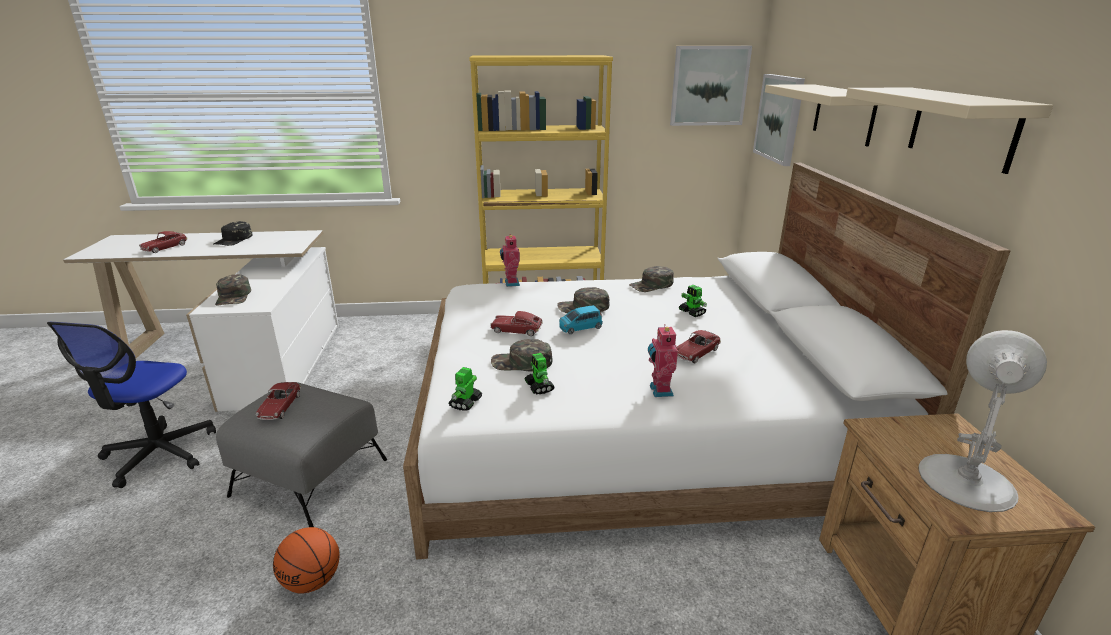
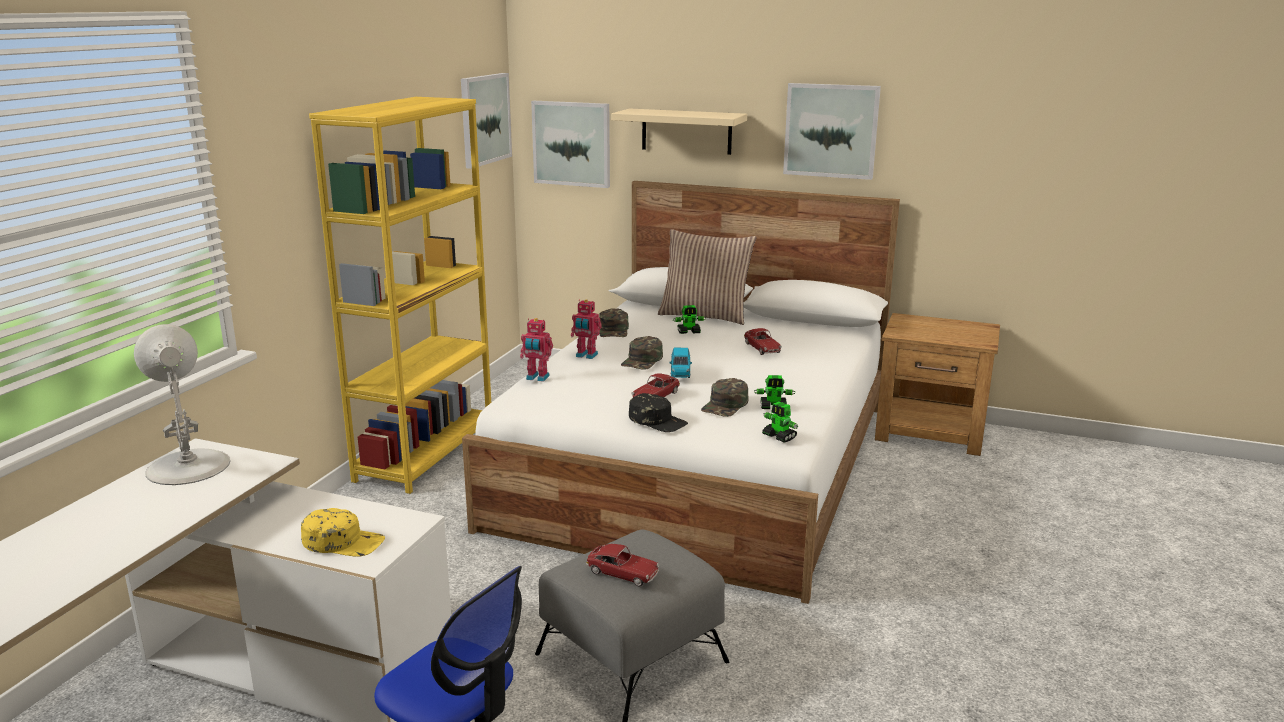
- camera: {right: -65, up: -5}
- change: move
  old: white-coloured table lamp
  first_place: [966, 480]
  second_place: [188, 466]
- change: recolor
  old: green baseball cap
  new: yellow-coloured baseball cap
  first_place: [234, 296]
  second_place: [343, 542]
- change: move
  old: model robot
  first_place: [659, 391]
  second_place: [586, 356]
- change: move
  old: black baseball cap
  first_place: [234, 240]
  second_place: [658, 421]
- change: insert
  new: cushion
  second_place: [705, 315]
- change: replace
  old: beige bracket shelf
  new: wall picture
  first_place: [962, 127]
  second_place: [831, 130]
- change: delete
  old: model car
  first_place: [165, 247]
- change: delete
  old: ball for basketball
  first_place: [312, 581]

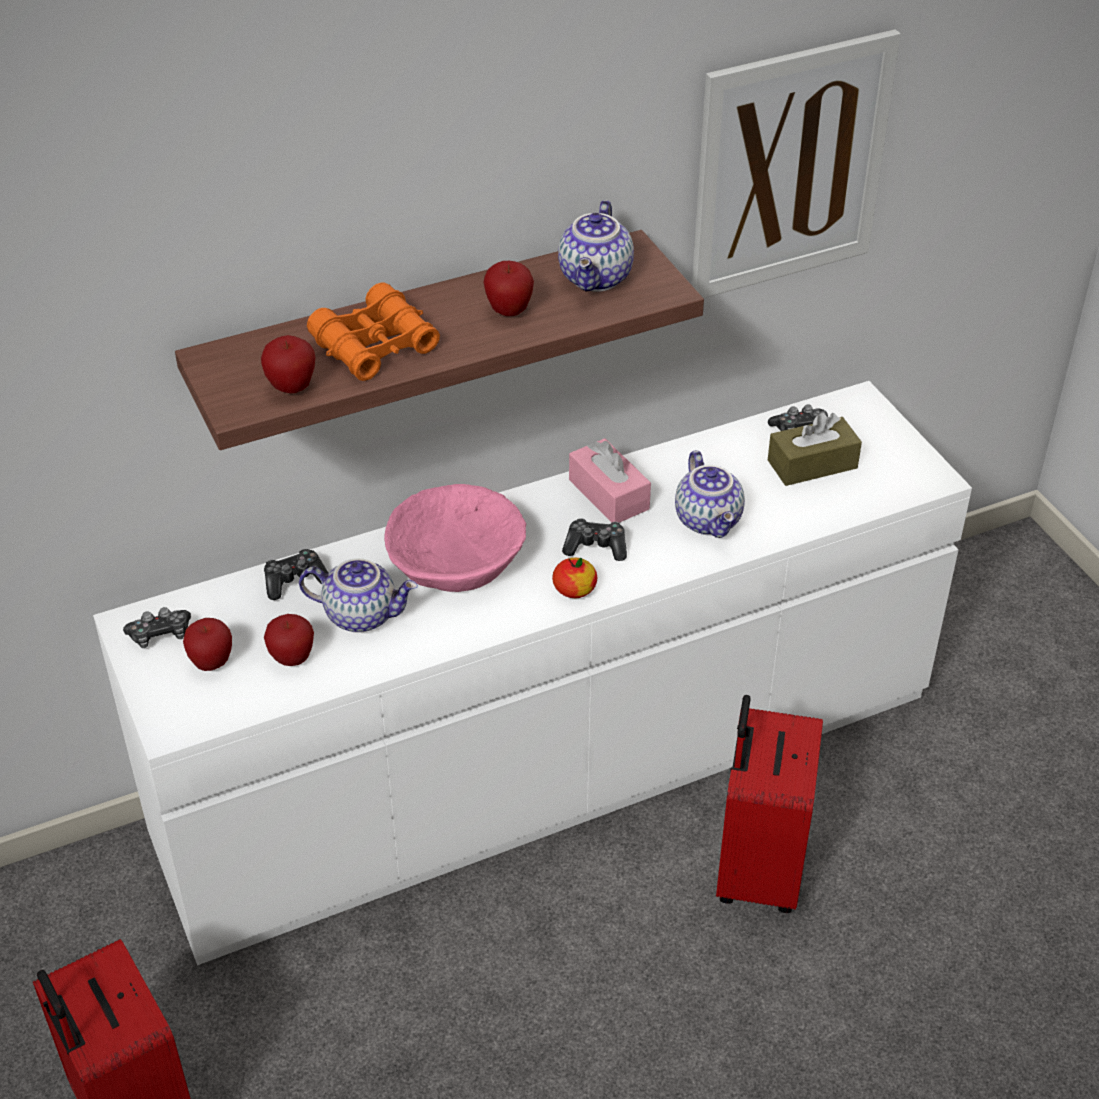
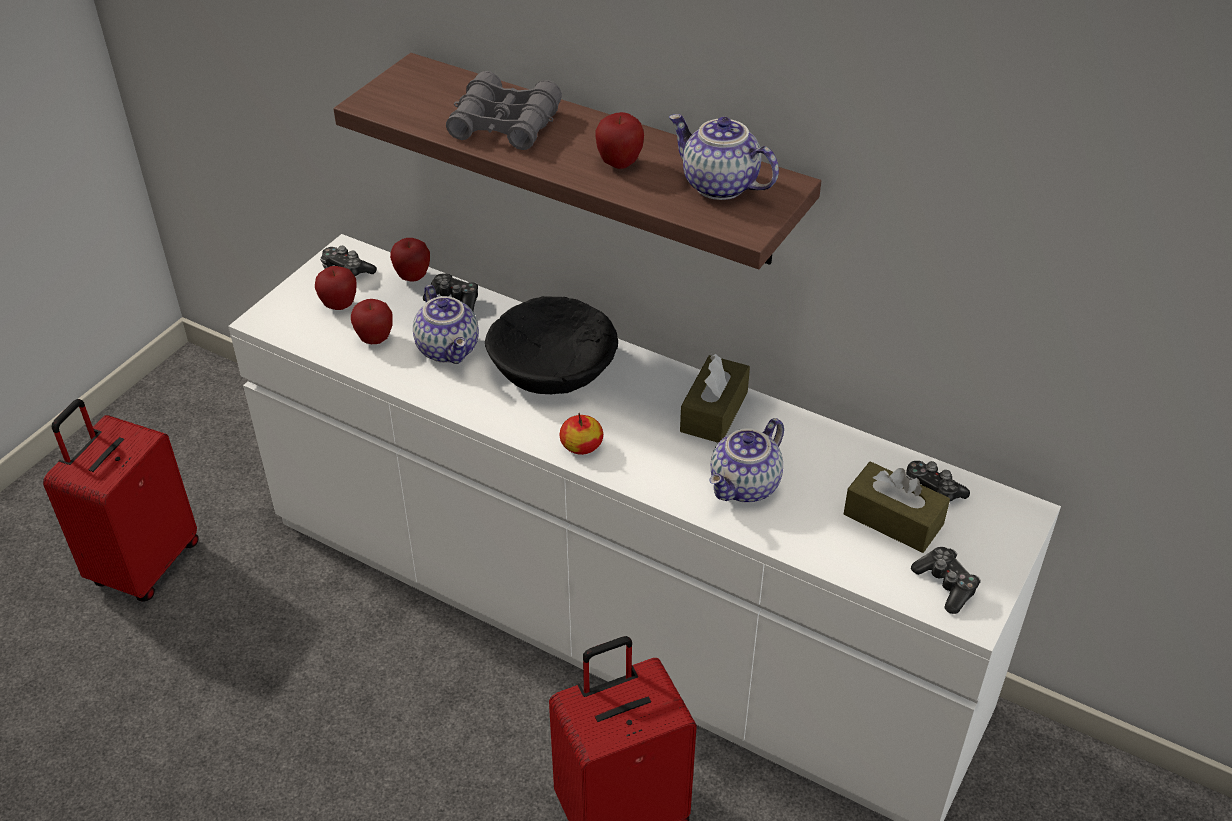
- camera: {right: 55, up: 0}
- change: move
  old: apple
  first_place: [292, 388]
  second_place: [412, 277]
- change: recolor
  old: orange binoculars
  new: grey binoculars
  first_place: [375, 345]
  second_place: [505, 124]
- change: recolor
  old: pinkish bowl
  new: black bowl
  first_place: [457, 560]
  second_place: [553, 367]
- change: rotate
  old: pot for tea
  first_place: [597, 278]
  second_place: [718, 186]
  degrees: 60
- change: recolor
  old: pinkish tissue holder
  new: brown-coloured tissue holder
  first_place: [608, 494]
  second_place: [714, 411]
- change: move
  old: joypad
  first_place: [596, 547]
  second_place: [946, 585]
- change: delete
  old: wall picture
  first_place: [789, 166]

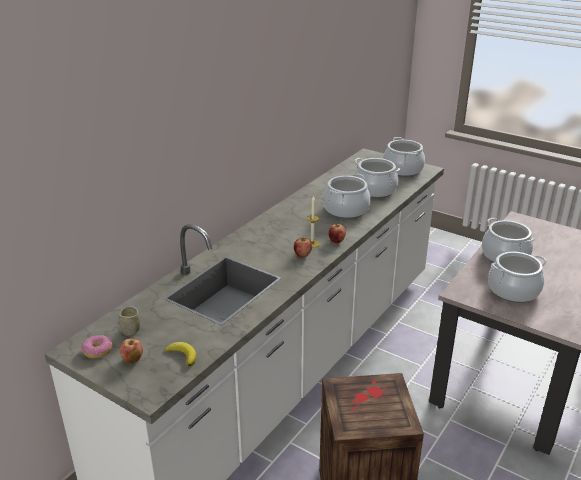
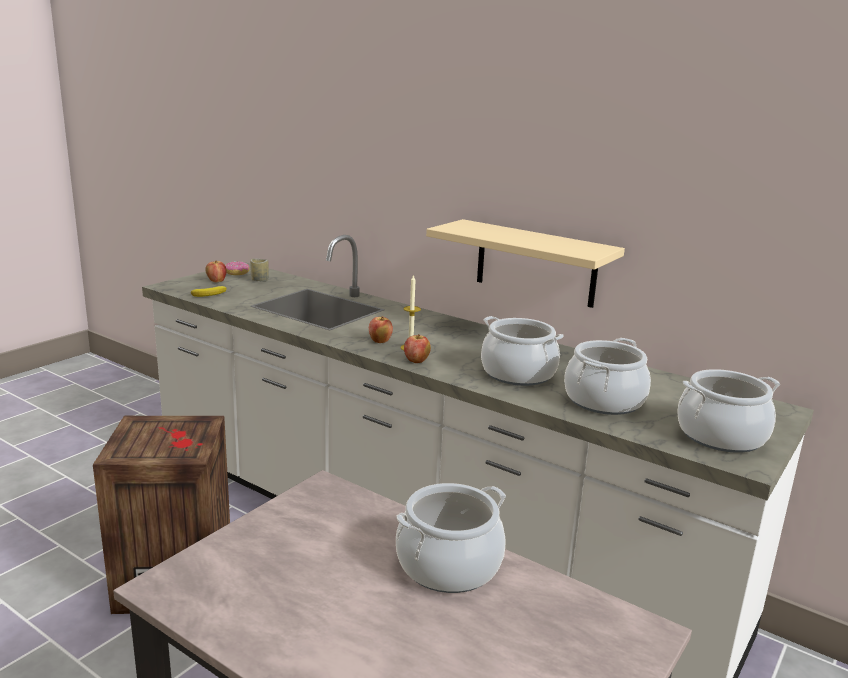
- camera: {right: 90, up: -10}
- change: insert
  new: beige bracket shelf
  second_place: [535, 263]
- change: delete
  old: saucepot
  first_place: [513, 290]

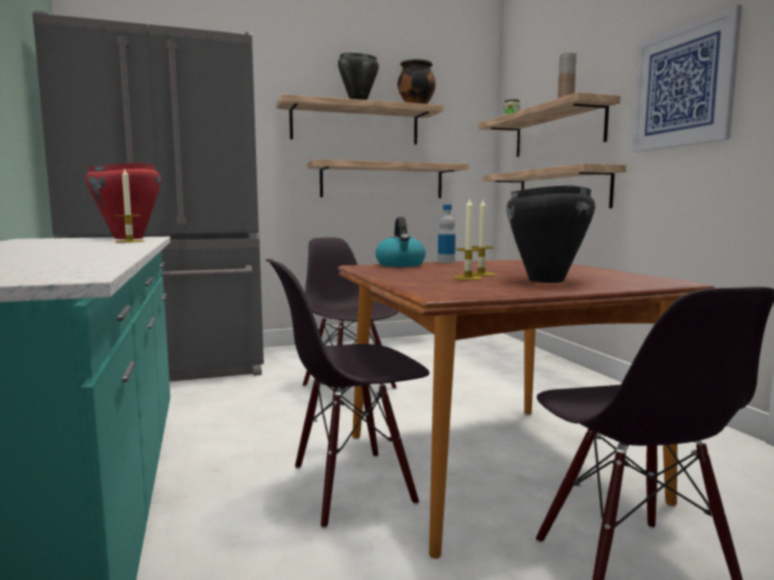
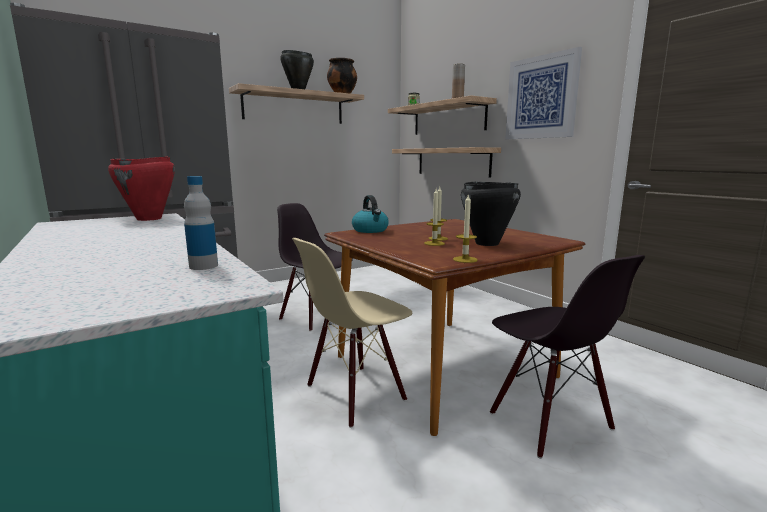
- camera: {right: -15, up: 5}
- change: move
  old: beverage bottle
  first_place: [446, 262]
  second_place: [203, 266]
- change: recolor
  old: black plain chair
  new: beige plain chair
  first_place: [351, 486]
  second_place: [355, 394]
- change: move
  old: candle
  first_place: [129, 241]
  second_place: [465, 259]
- change: delete
  old: bracket shelf
  first_place: [382, 181]

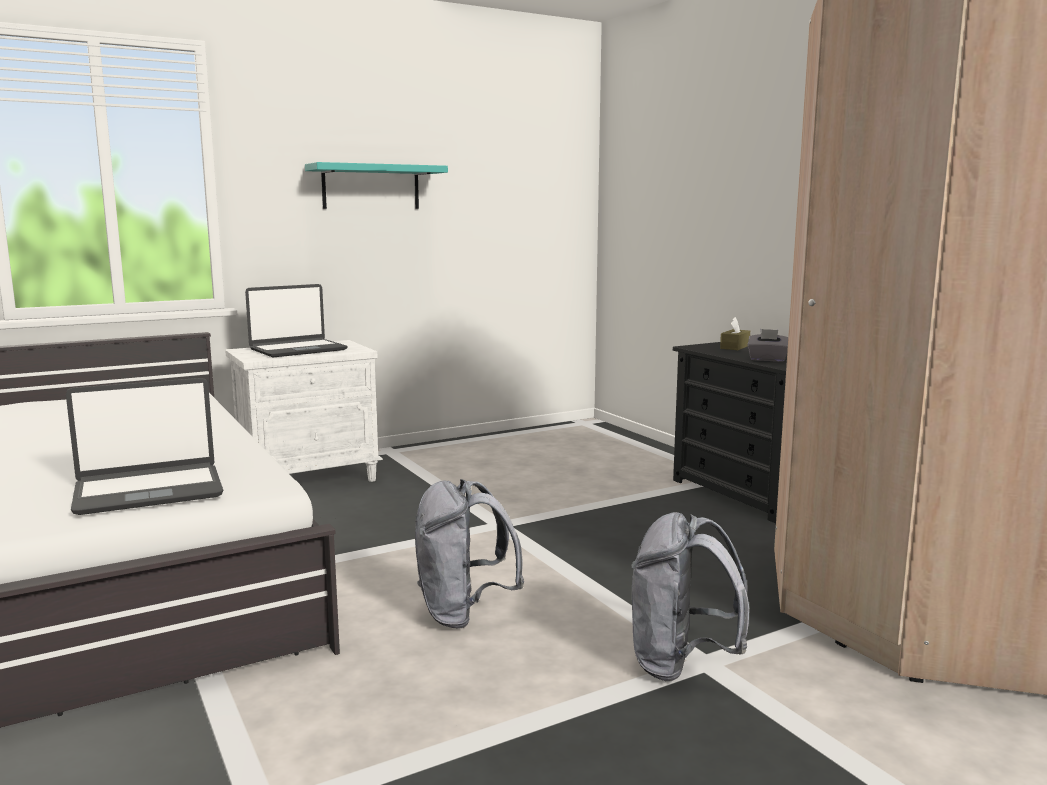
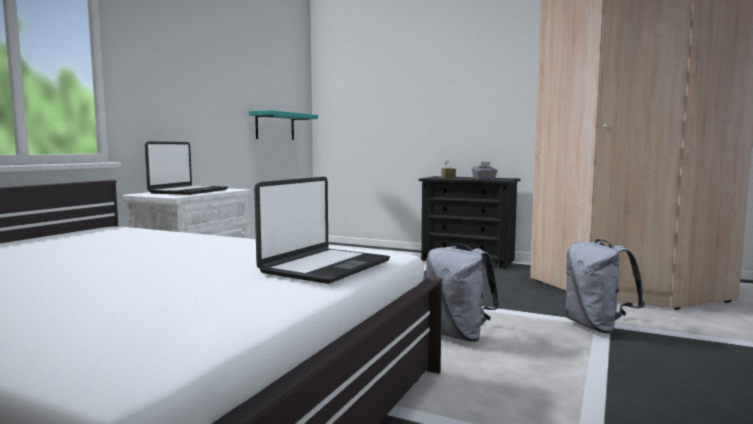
- camera: {right: -35, up: -5}
- change: move
  old: turquoise-coloured bracket shelf
  first_place: [371, 187]
  second_place: [275, 126]

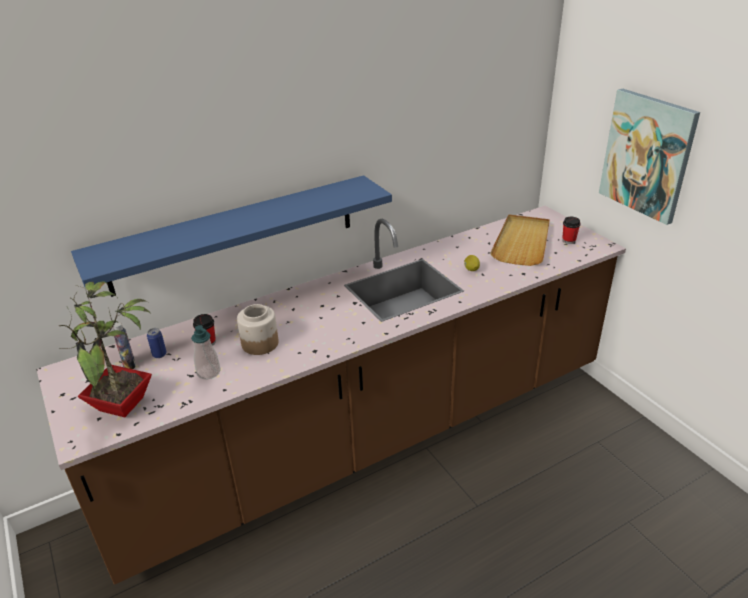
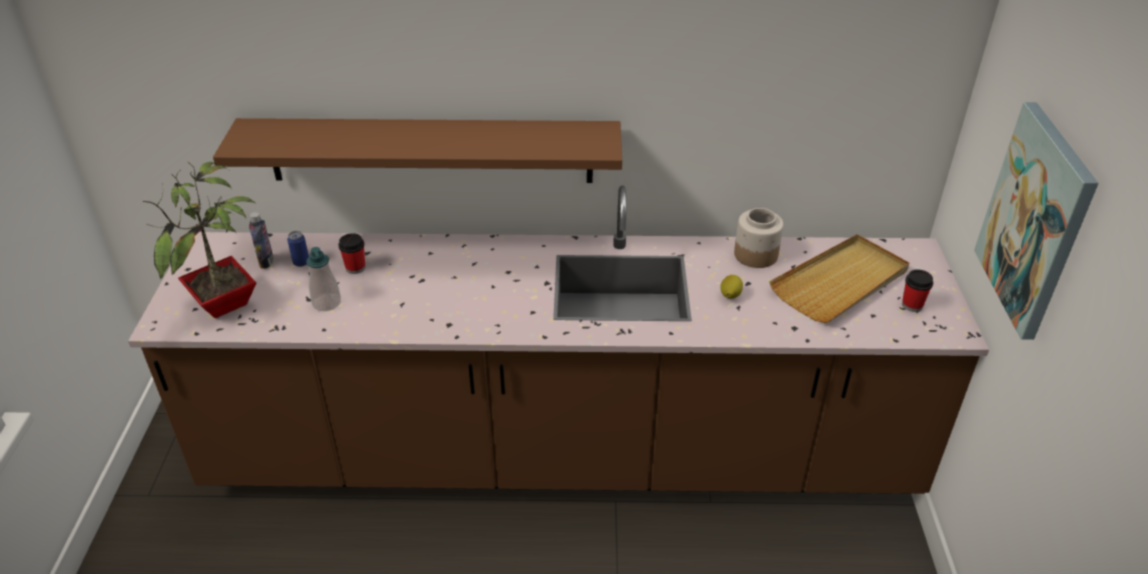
- camera: {right: 30, up: 5}
- change: recolor
  old: blue-coloured bracket shelf
  new: brown-coloured bracket shelf
  first_place: [235, 234]
  second_place: [431, 150]
- change: move
  old: jar
  first_place: [259, 344]
  second_place: [755, 255]

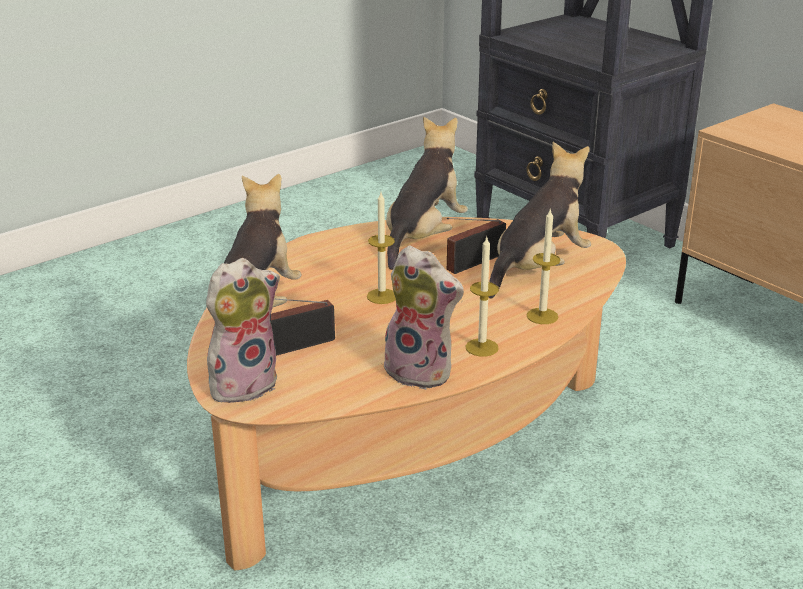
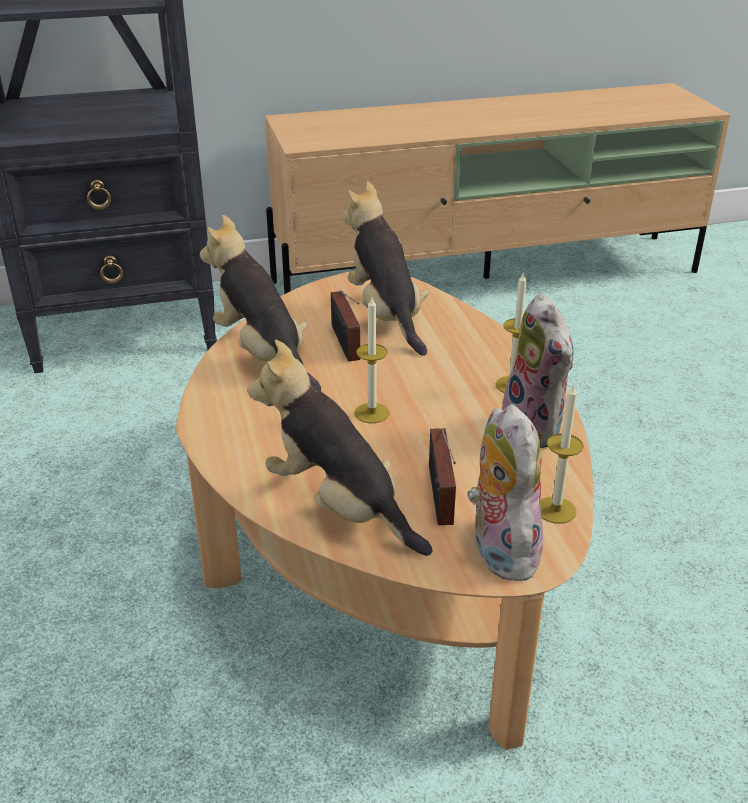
- camera: {right: -65, up: 5}
- change: rotate
  old: soft toy
  first_place: [422, 371]
  second_place: [536, 429]
  degrees: 105
- change: move
  old: candle
  first_place: [542, 316]
  second_place: [556, 510]

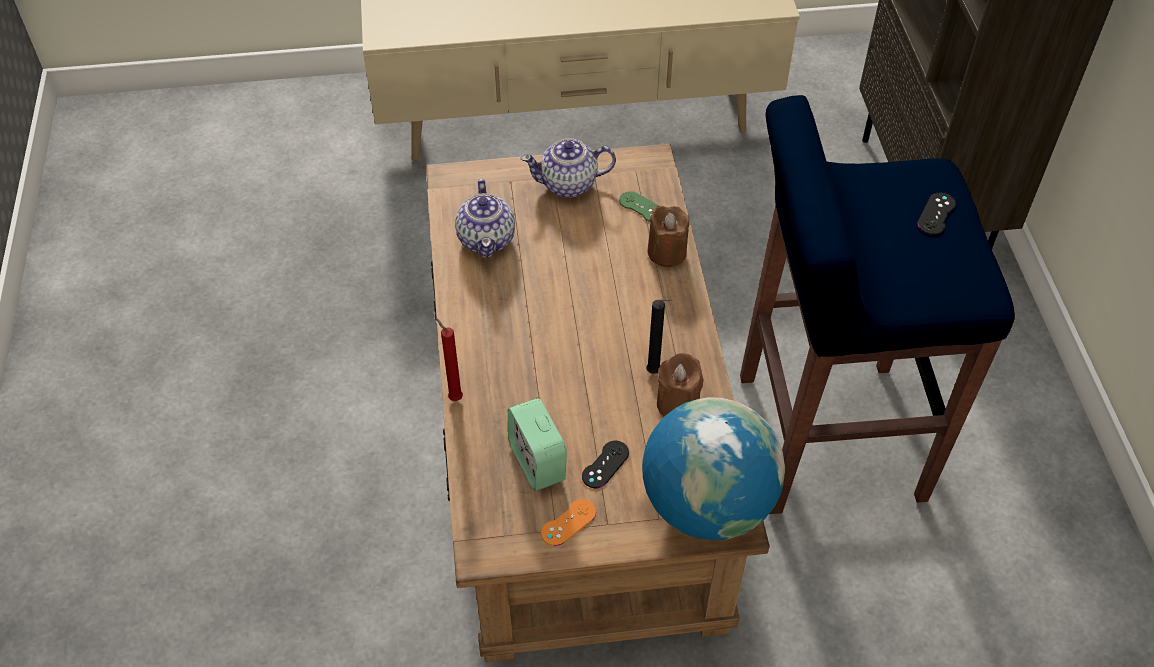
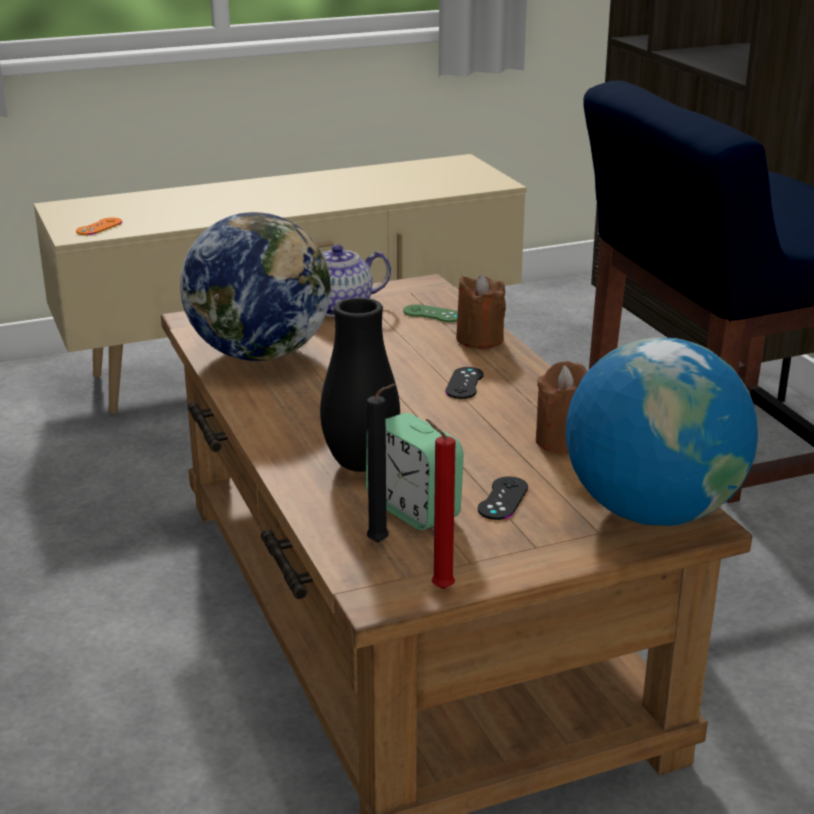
- camera: {right: -15, up: -25}
- change: move
  old: orange joypad
  first_place: [568, 522]
  second_place: [99, 227]
- change: replace
  old: pot for tea
  new: globe
  first_place: [487, 239]
  second_place: [260, 353]
- change: insert
  new: black flower vase
  second_place: [361, 464]
- change: move
  old: black candle
  first_place: [655, 372]
  second_place: [381, 542]
- change: move
  old: reddish candle
  first_place: [454, 397]
  second_place: [439, 588]
- change: move
  old: black joypad
  first_place: [936, 214]
  second_place: [464, 383]

